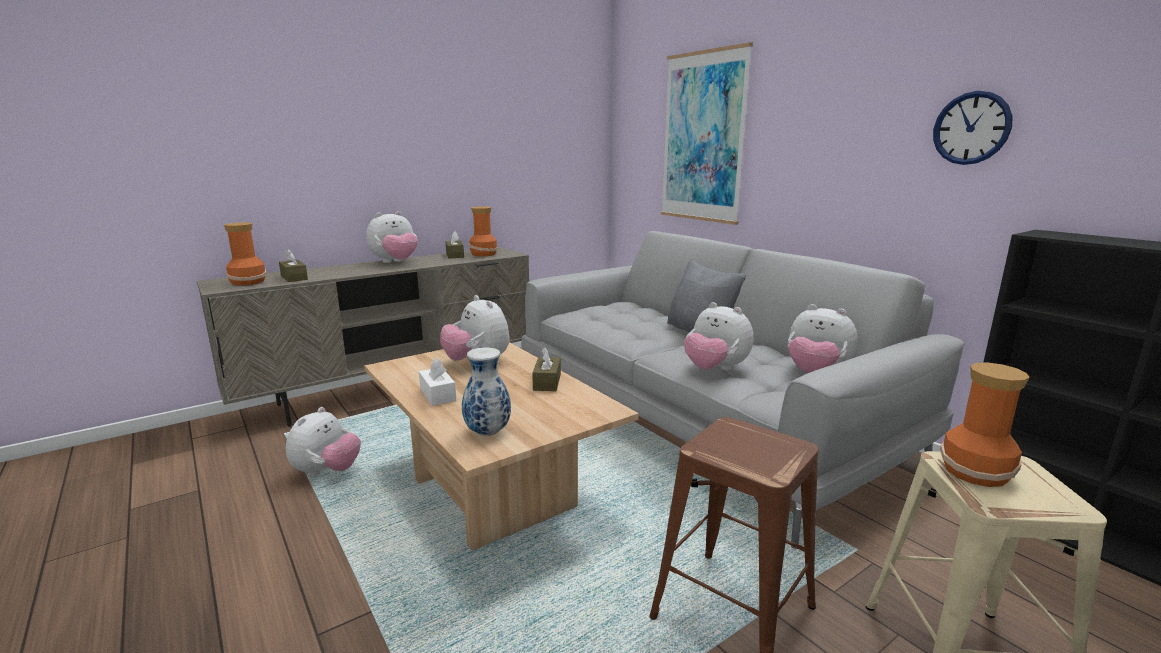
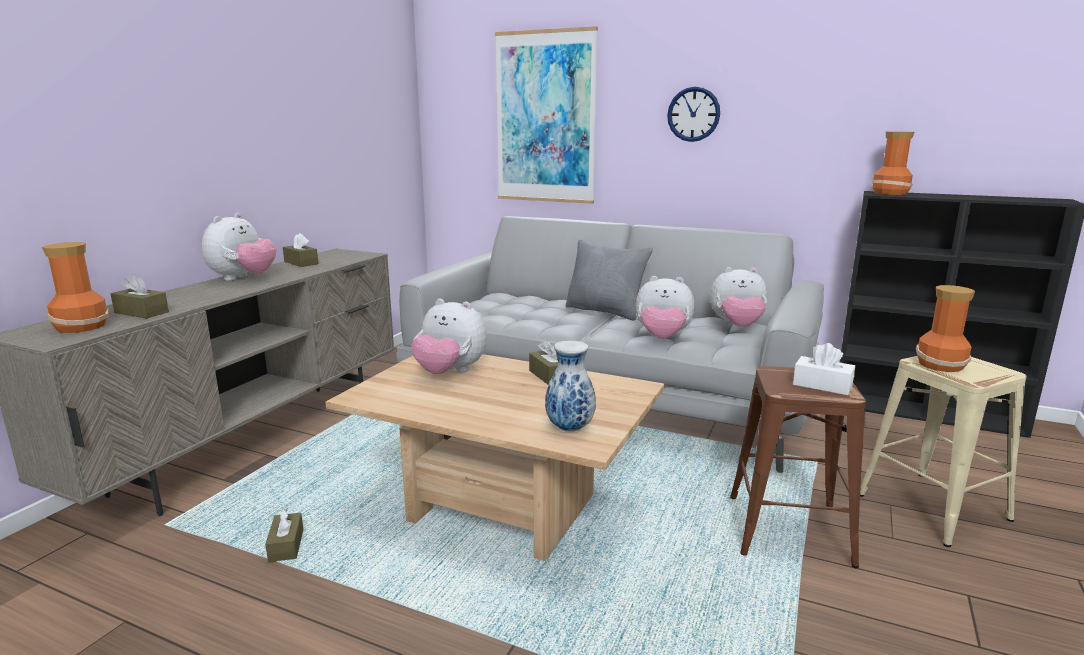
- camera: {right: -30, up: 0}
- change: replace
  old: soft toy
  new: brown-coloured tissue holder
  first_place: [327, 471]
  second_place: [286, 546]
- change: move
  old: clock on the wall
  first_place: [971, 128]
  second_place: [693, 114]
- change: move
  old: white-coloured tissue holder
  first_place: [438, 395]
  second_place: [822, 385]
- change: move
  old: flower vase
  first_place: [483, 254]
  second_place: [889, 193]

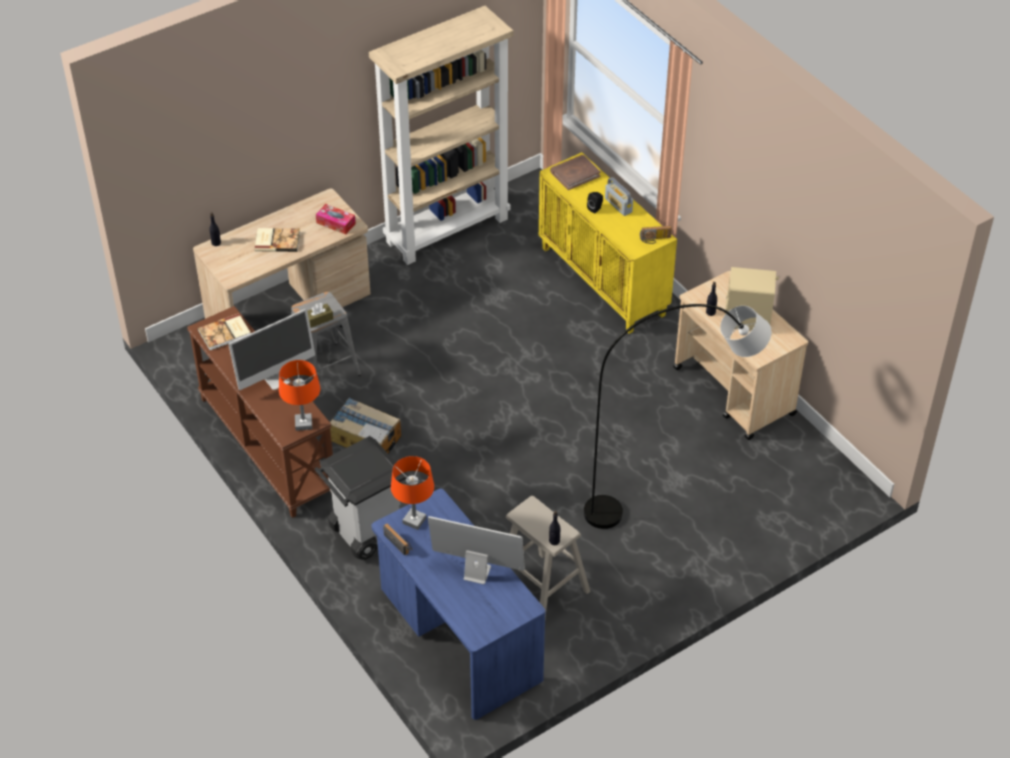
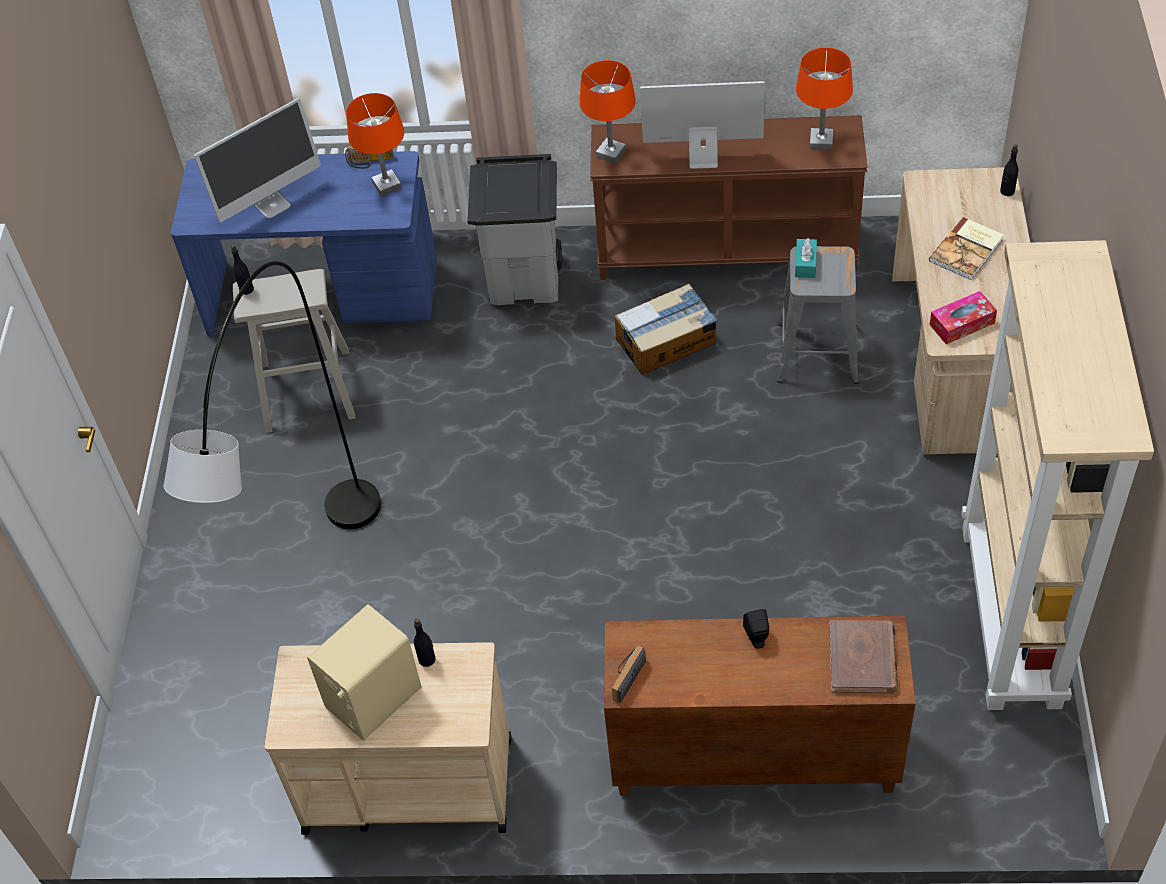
- camera: {right: 130, up: 5}
- change: recolor
  old: yellow-coloured storage cabinet
  new: brown-coloured storage cabinet
  first_place: [604, 281]
  second_place: [752, 758]
- change: rotate
  old: computer screen
  first_place: [276, 379]
  second_place: [703, 157]
  degrees: 90
- change: recolor
  old: brown-coloured tissue holder
  new: turquoise-coloured tissue holder
  first_place: [319, 319]
  second_place: [805, 264]
- change: replace
  old: bound book
  new: orange table lamp
  first_place: [225, 333]
  second_place: [820, 142]
- change: delete
  old: radio set
  first_place: [618, 205]

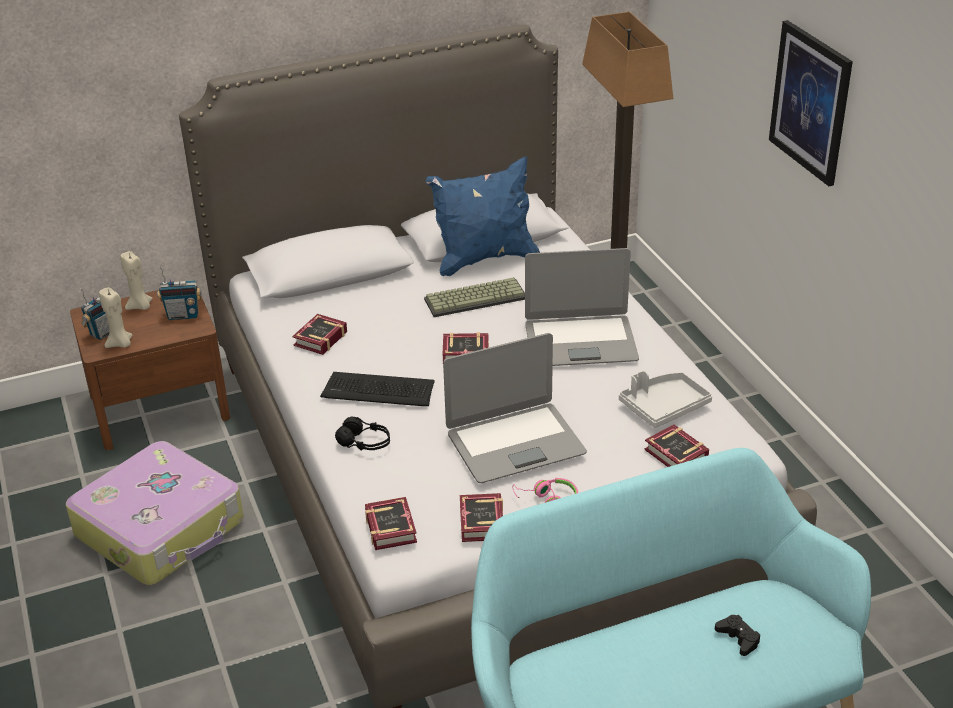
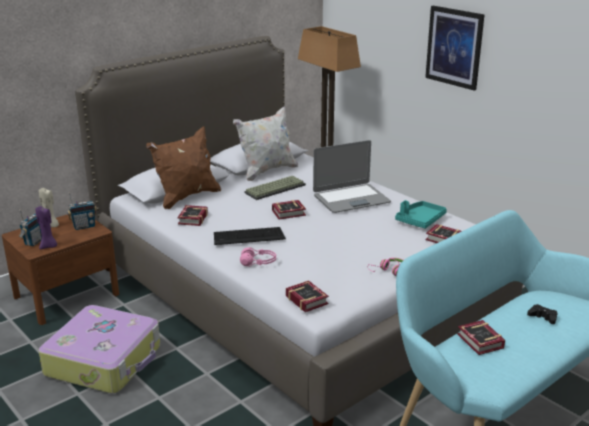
- camera: {right: -20, up: -10}
- change: recolor
  old: beige candle
  new: purple candle
  first_place: [120, 344]
  second_place: [49, 246]
- change: insert
  new: brown-coloured cushion
  second_place: [186, 197]
- change: recolor
  old: blue-coloured cushion
  new: white-coloured cushion
  first_place: [484, 259]
  second_place: [266, 171]
- change: recolor
  old: black pair of headphones
  new: pinkish pair of headphones
  first_place: [365, 443]
  second_place: [258, 263]
- change: recolor
  old: grey serving tray
  new: turquoise-coloured serving tray
  first_place: [663, 407]
  second_place: [420, 220]
- change: move
  old: bound book
  first_place: [480, 524]
  second_place: [480, 342]
- change: delete
  old: notebook computer
  first_place: [515, 443]

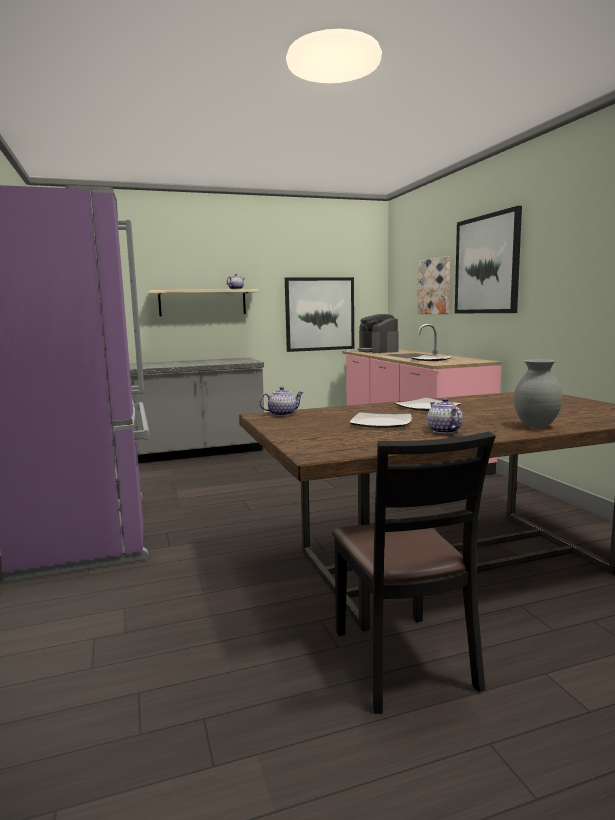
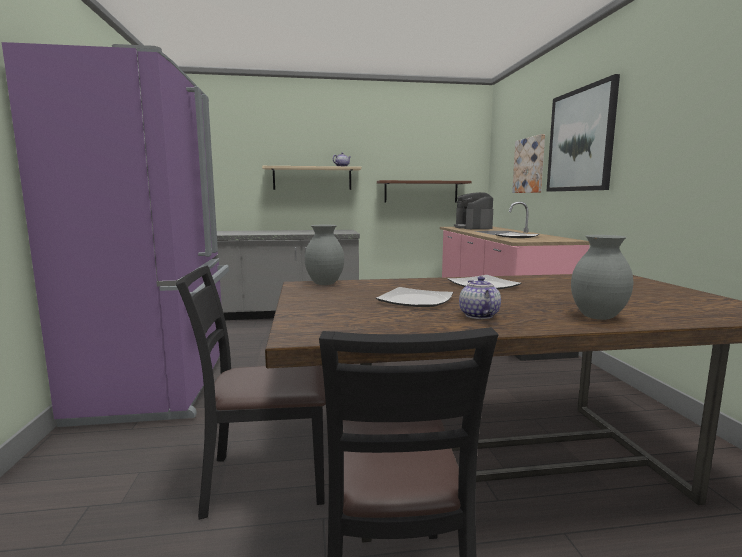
- camera: {right: 10, up: 0}
- change: insert
  new: black plain chair
  second_place: [264, 480]
- change: replace
  old: pot for tea
  new: grey flower vase
  first_place: [282, 414]
  second_place: [324, 284]
- change: replace
  old: wall picture
  new: brown-coloured bracket shelf
  first_place: [319, 314]
  second_place: [421, 191]

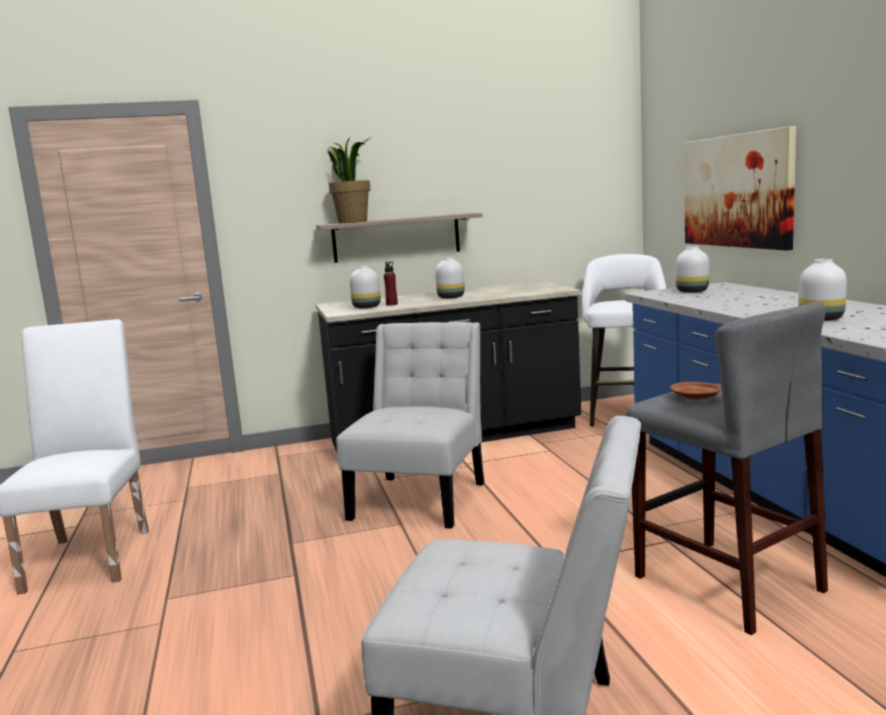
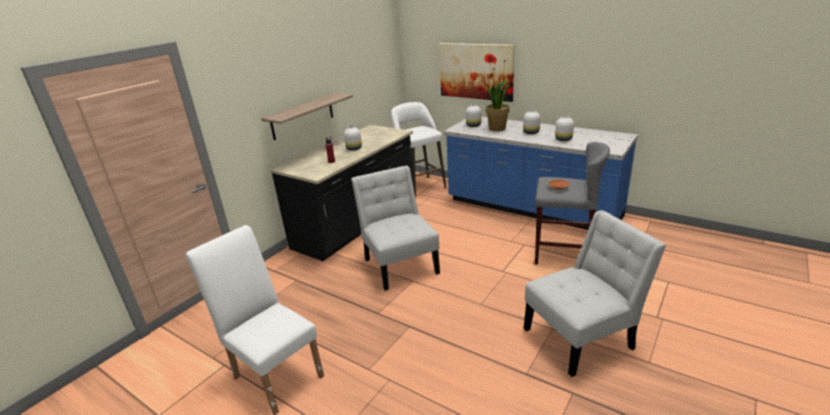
- camera: {right: -40, up: 15}
- change: move
  old: potted plant
  first_place: [353, 222]
  second_place: [497, 128]
- change: move
  old: white-coloured flower vase
  first_place: [367, 307]
  second_place: [531, 132]

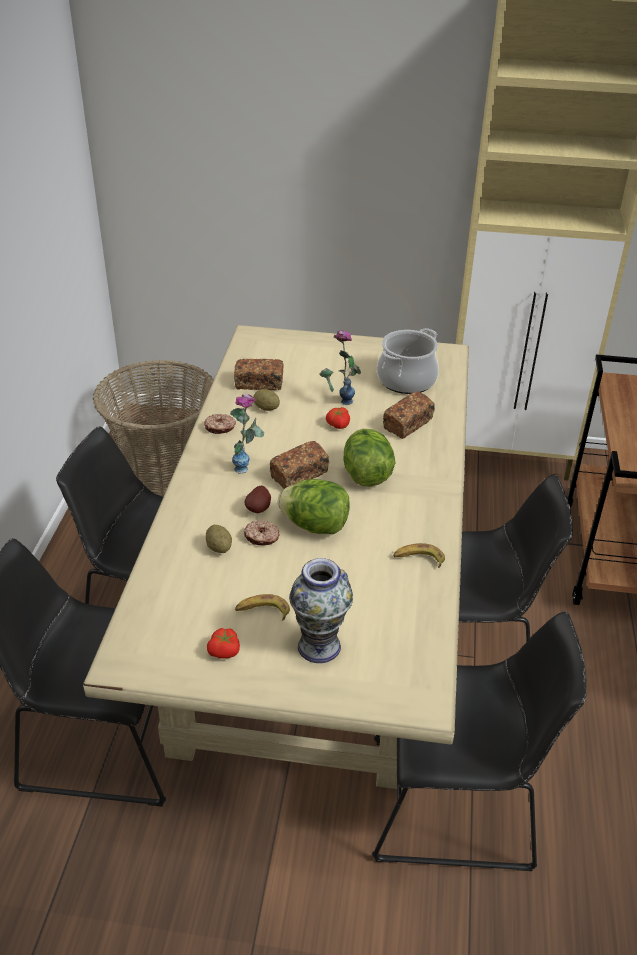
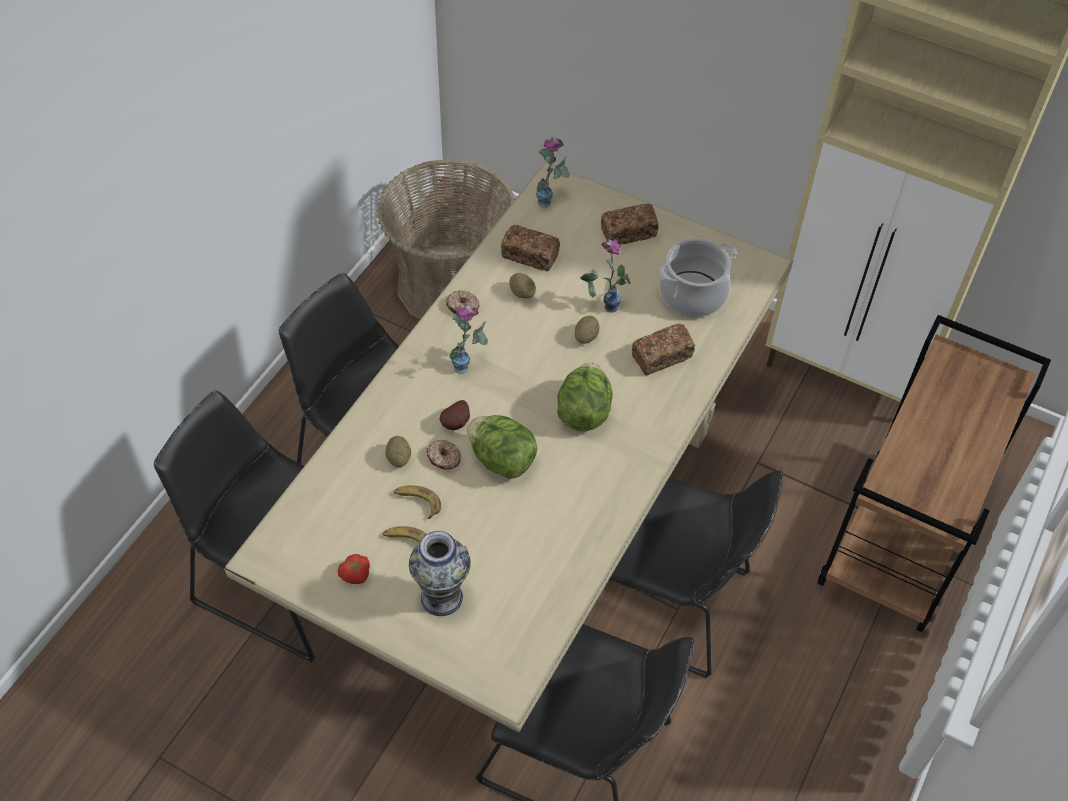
- camera: {right: 20, up: 15}
- change: move
  old: banana
  first_place: [418, 559]
  second_place: [417, 502]
- change: insert
  new: flower vase
  second_place: [552, 199]
- change: replace
  old: whole tomato
  new: spud
  first_place: [337, 425]
  second_place: [586, 337]
- change: move
  old: baked bread
  first_place: [299, 475]
  second_place: [628, 233]

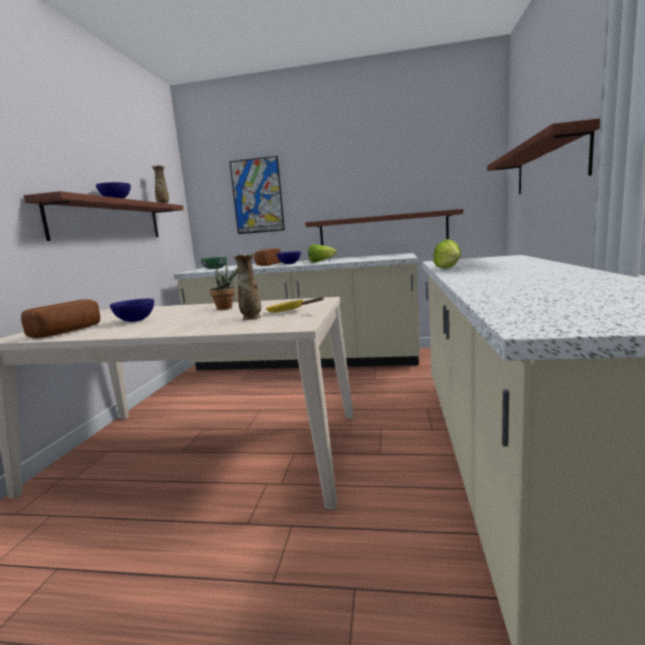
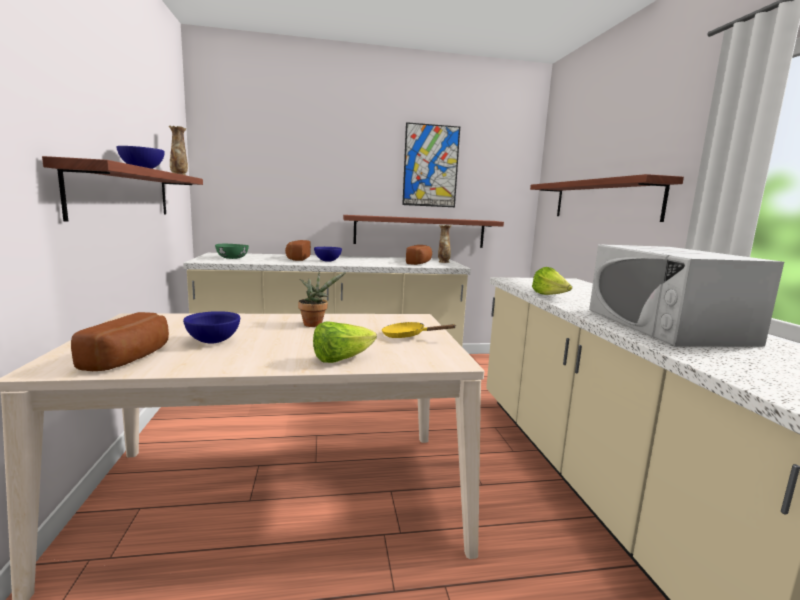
- camera: {right: -20, up: 0}
- change: move
  old: head of lettuce
  first_place: [321, 262]
  second_place: [341, 359]
- change: move
  old: wall picture
  first_place: [257, 196]
  second_place: [430, 166]
- change: insert
  new: baked bread
  second_place: [420, 263]
- change: move
  old: flower vase
  first_place: [251, 318]
  second_place: [443, 262]
- change: insert
  new: white-coloured microwave
  second_place: [665, 325]

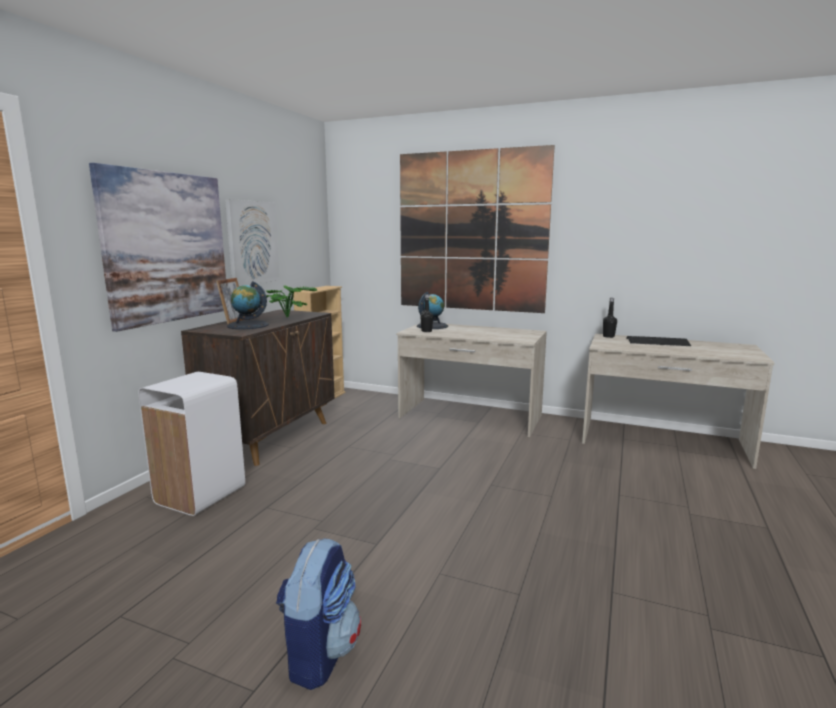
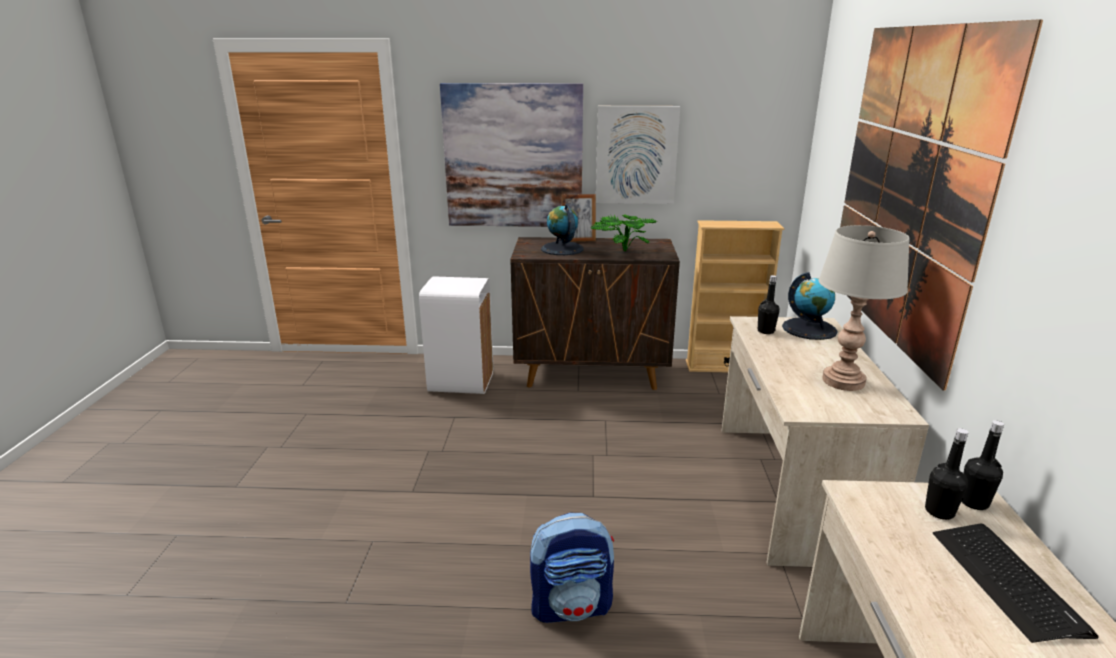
- camera: {right: 70, up: 10}
- change: move
  old: backpack
  first_place: [319, 653]
  second_place: [572, 606]
- change: insert
  new: grey table lamp
  second_place: [843, 381]
- change: insert
  new: black beverage bottle
  second_place: [939, 511]

